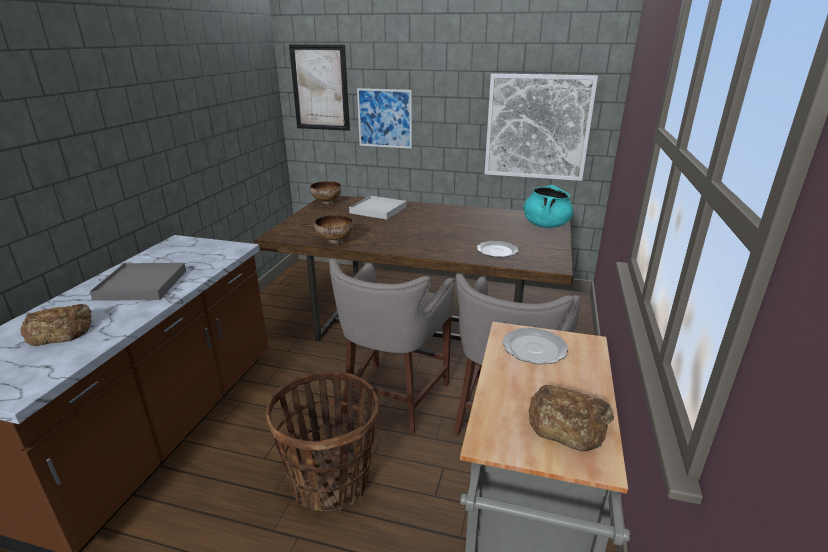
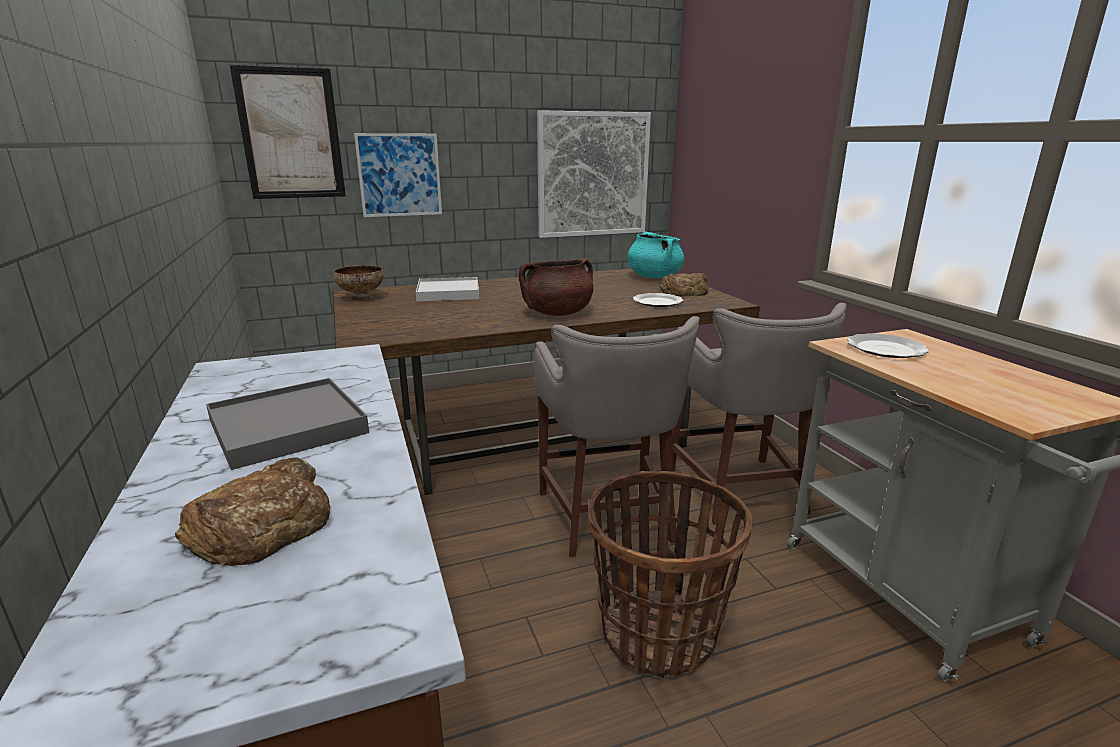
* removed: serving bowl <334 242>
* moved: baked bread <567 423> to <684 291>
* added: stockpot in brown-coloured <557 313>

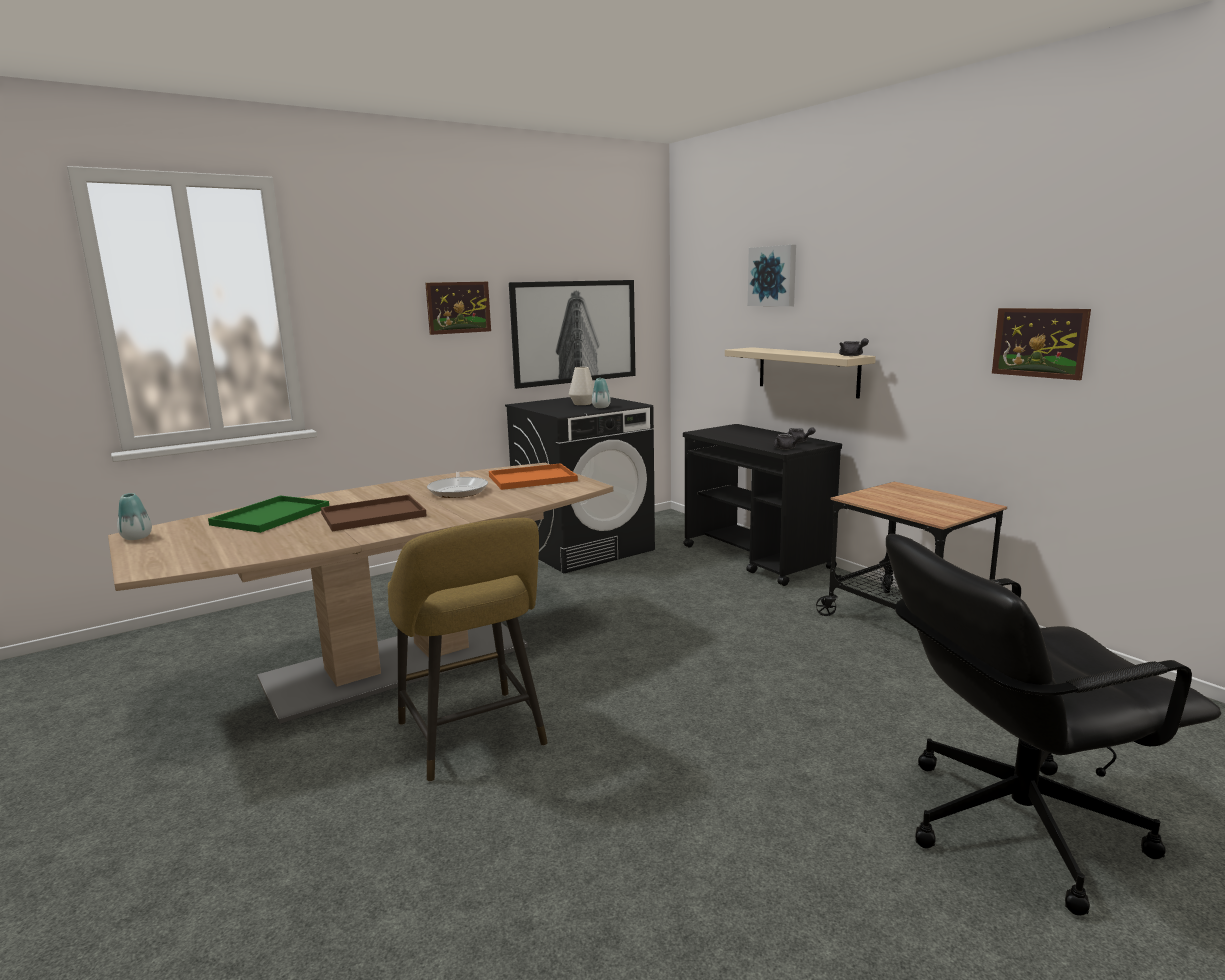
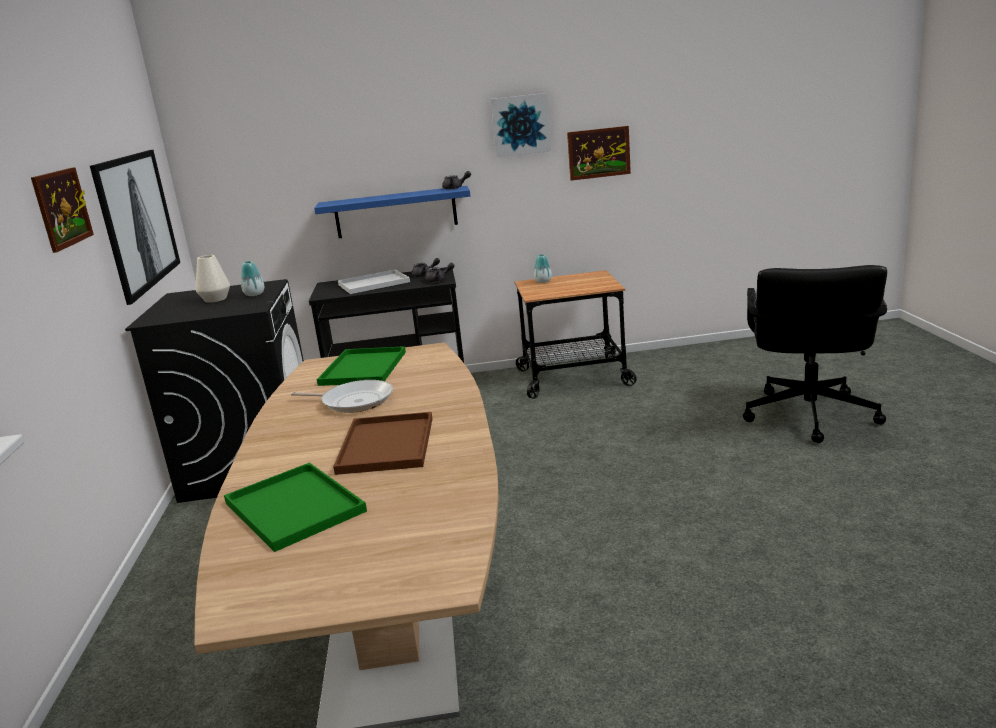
* moved: flower vase <137 537> to <543 281>
* removed: stool in yellow-coloured <474 739>
* recoloured: tray in orange-coloured <534 478> to tray in green-coloured <363 367>
* recoloured: bracket shelf in beige <807 371> to bracket shelf in blue-coloured <395 212>
* moved: wall picture <773 276> to <520 125>
* added: tray in whitish <372 284>

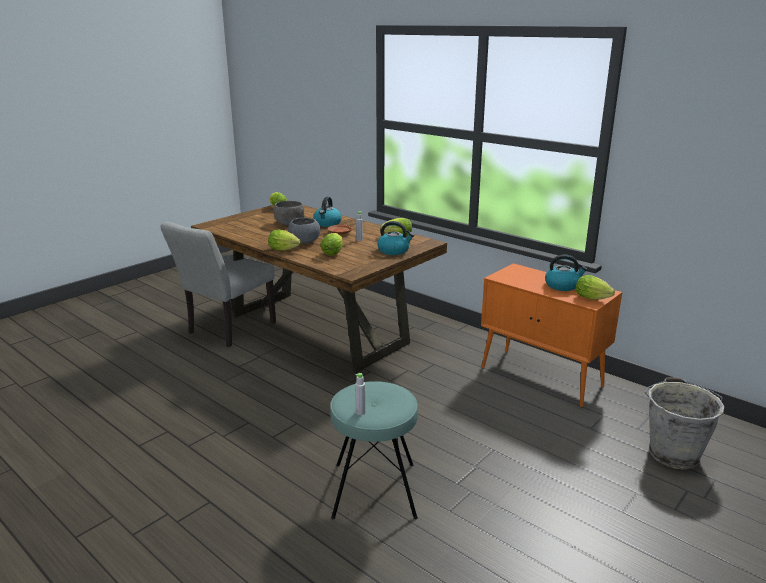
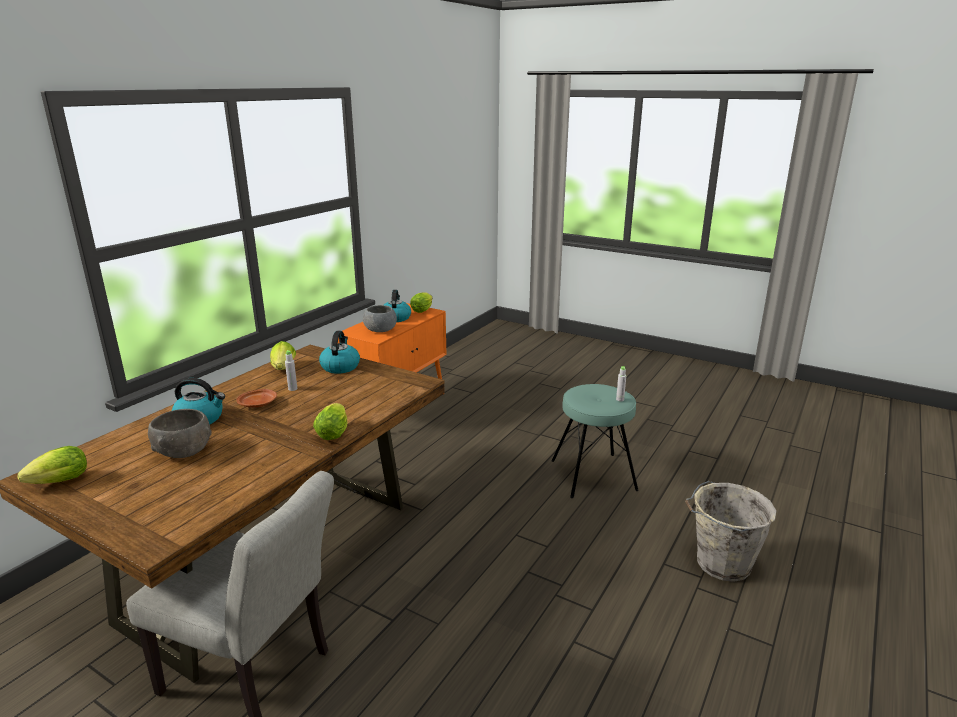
* moved: serving bowl in greyish <304 241> to <380 330>
* removed: head of lettuce <333 252>
* moved: water bucket in greyish <673 453> to <721 563>

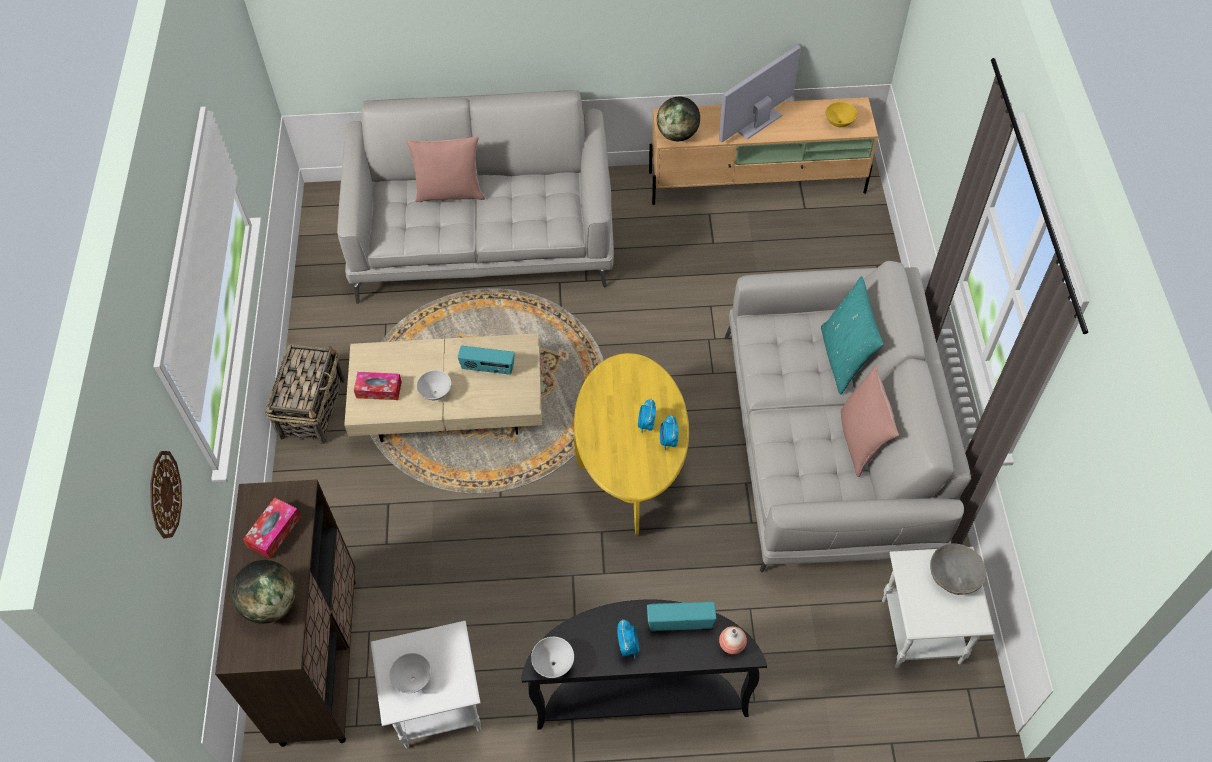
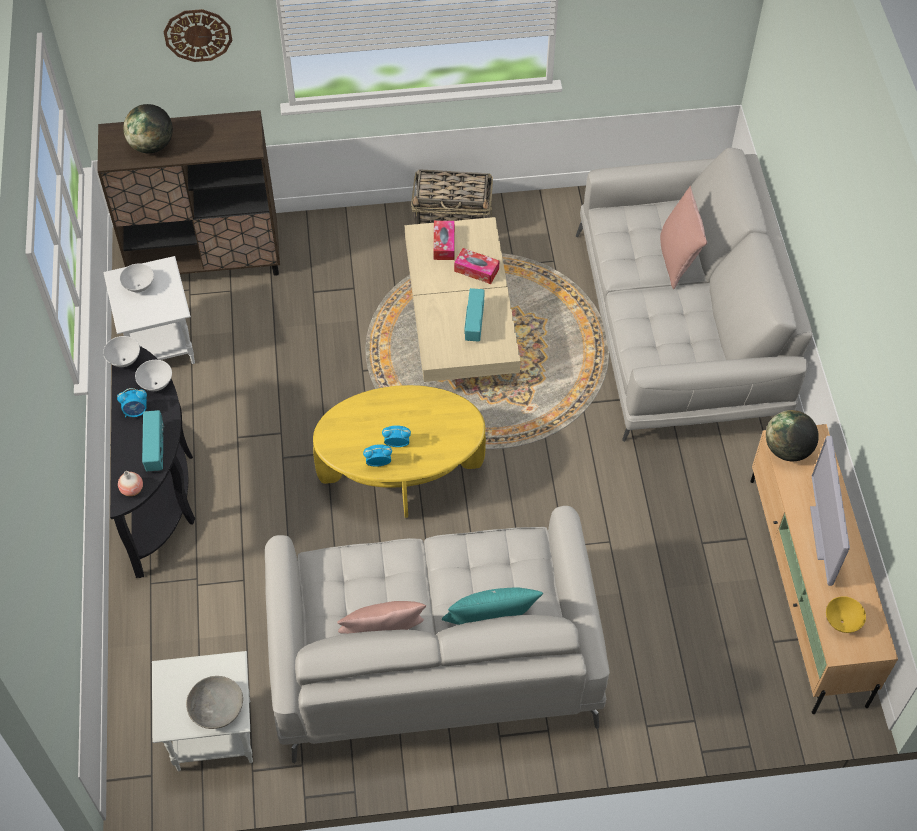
* moved: box of tissues <274 532> to <476 270>
* moved: serving bowl in whitish <436 393> to <156 384>
* turned: television <758 122> = <824 533> 135 degrees counterclockwise

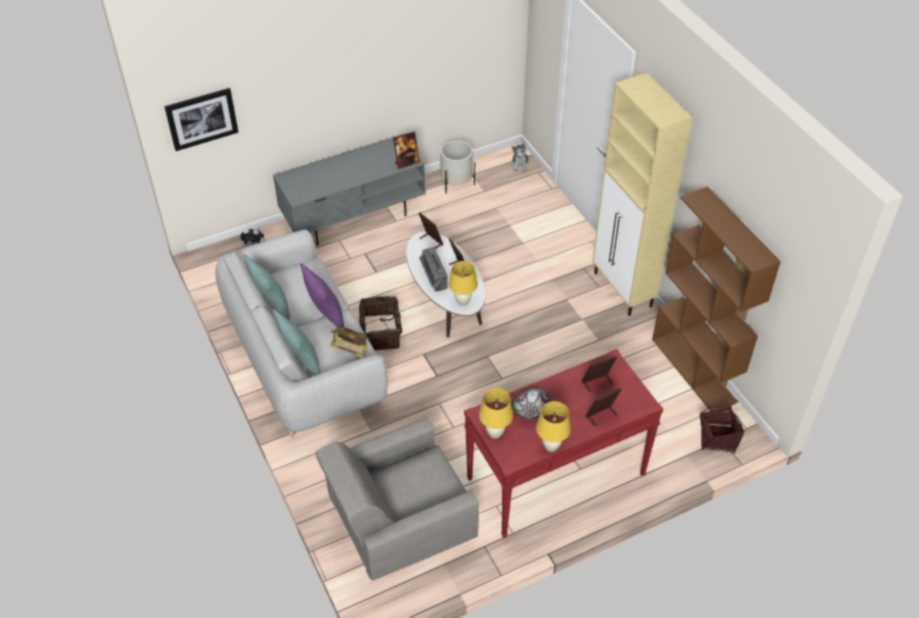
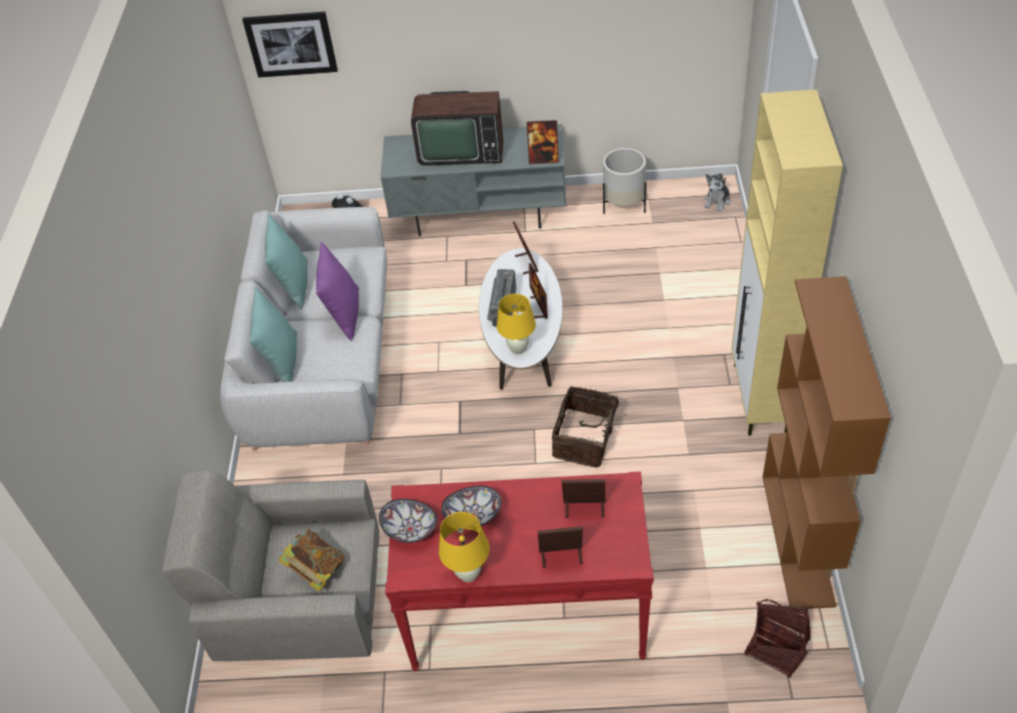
* moved: book <350 350> to <316 570>
* moved: storage basket <381 333> to <585 439>
* replaced: tabletop lamp in yellow-coloured <495 433> to serving bowl <410 530>
* added: television <460 149>

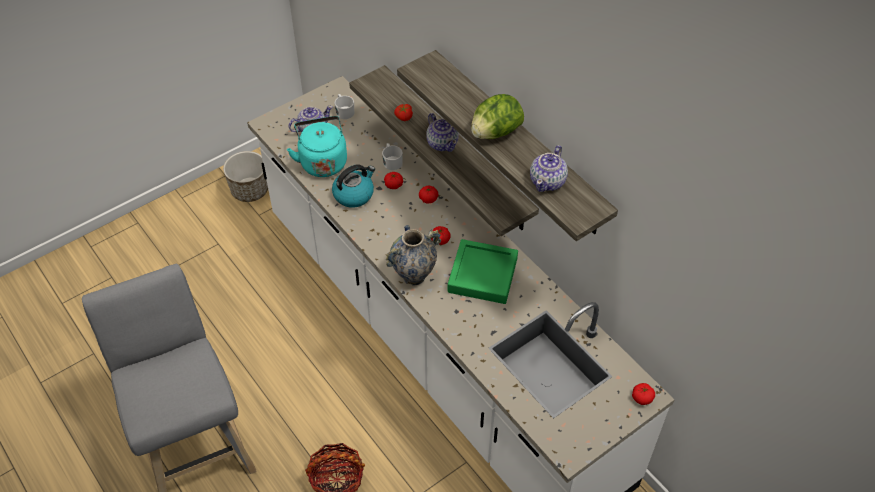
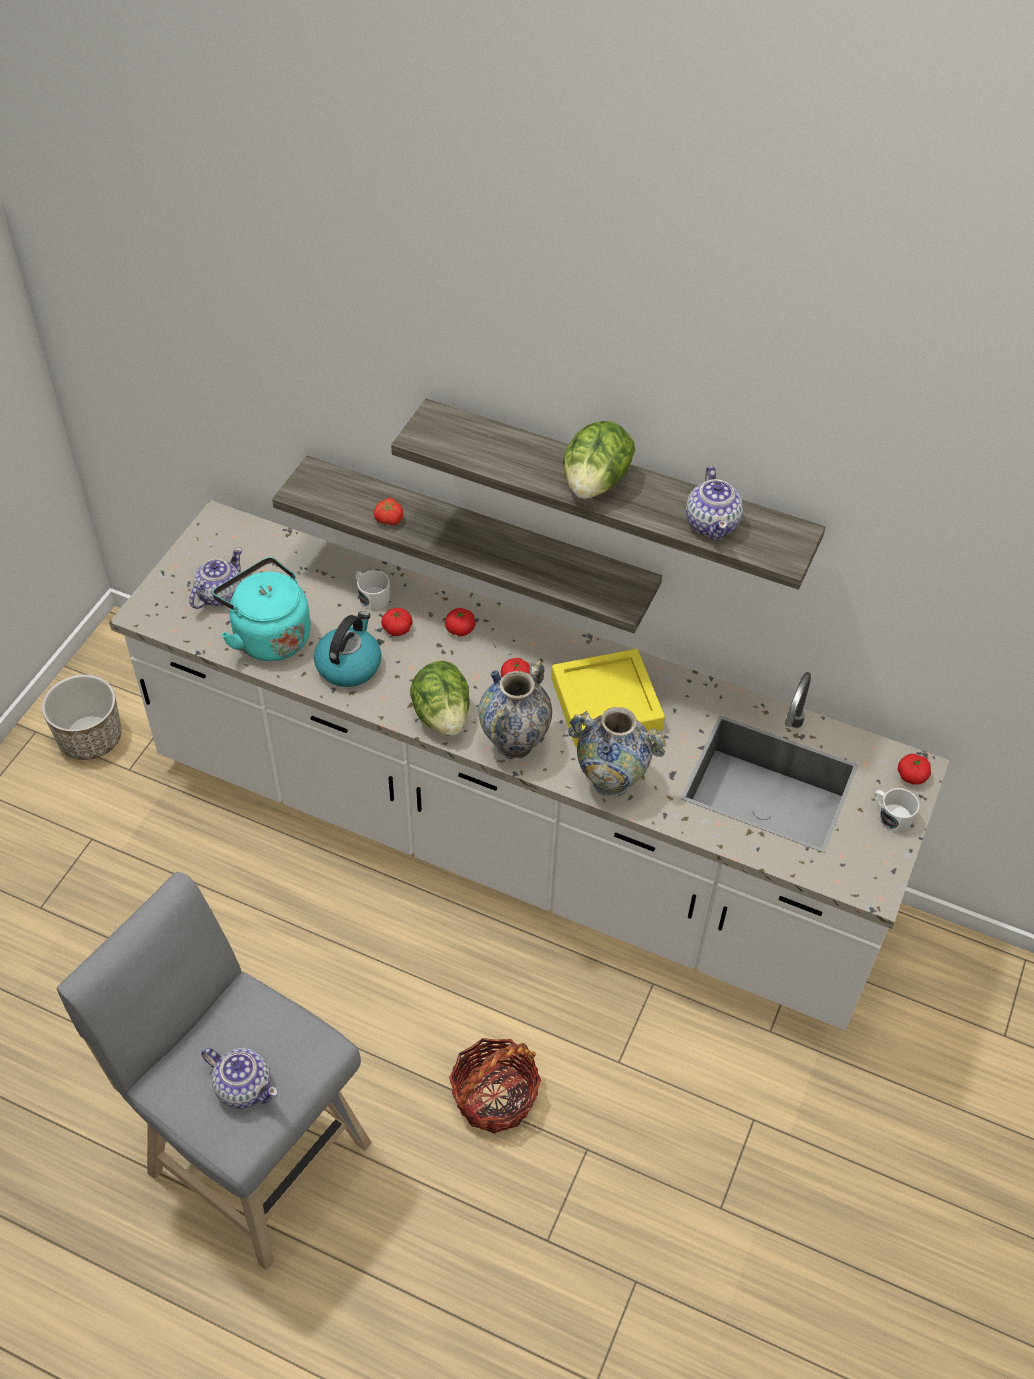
* moved: tea mug in whitish <344 111> to <890 815>
* moved: tea pot <442 143> to <243 1086>
* recoloured: tray in green-coloured <482 275> to tray in yellow-coloured <606 704>
* added: head of lettuce <442 716>
* added: flower vase <611 782>

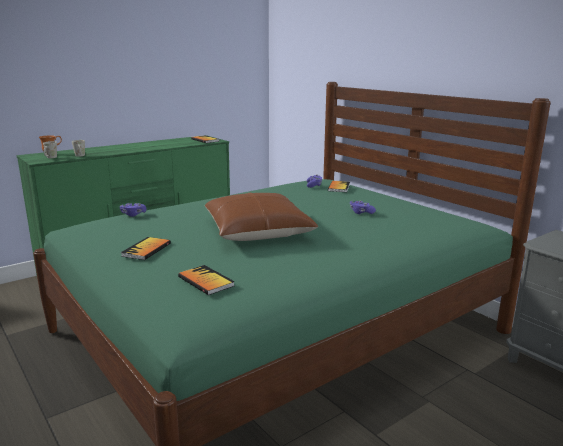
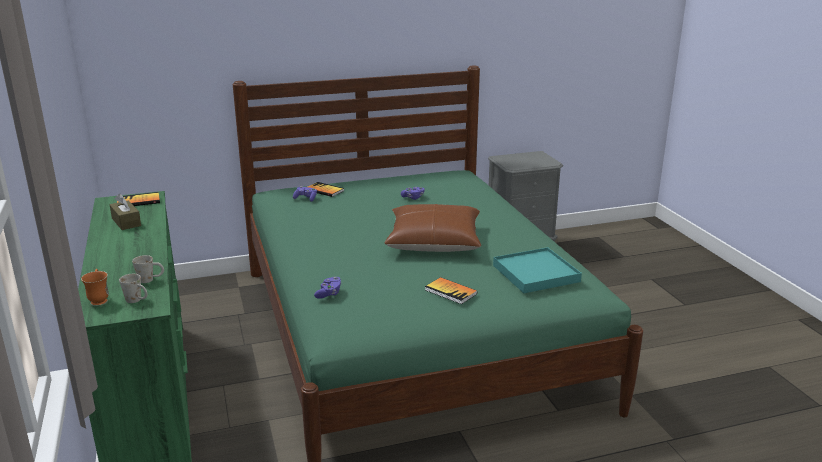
* replaced: book <205 281> to tray in turquoise-coloured <535 273>
* added: box of tissues in brown-coloured <126 222>

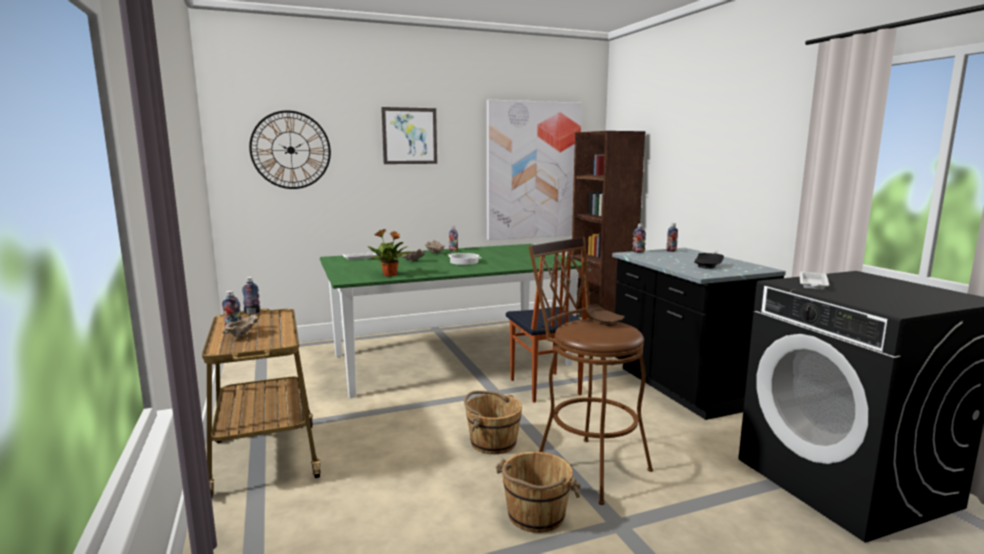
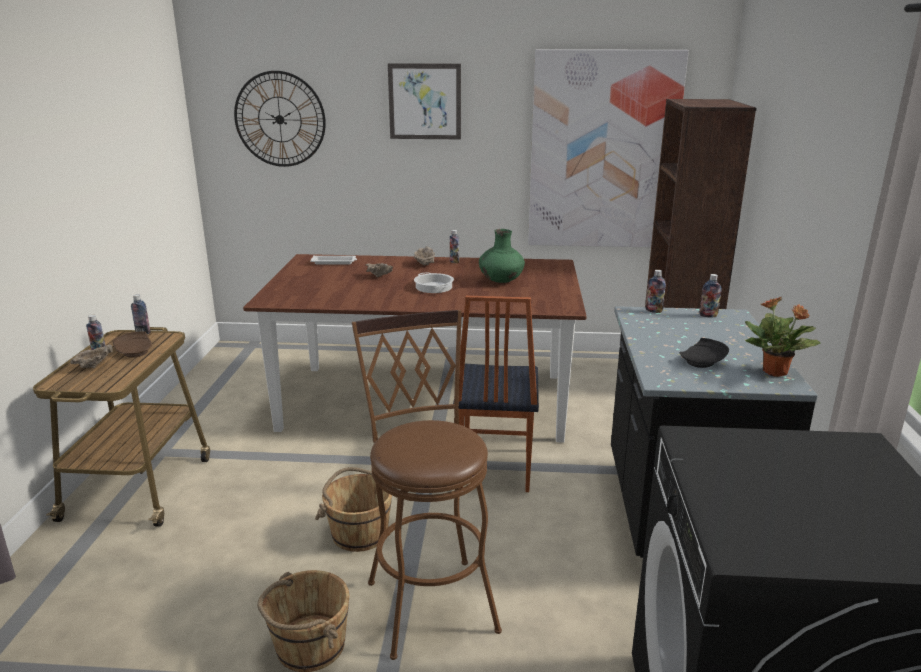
* recoloured: dinner table in green-coloured <451 359> to dinner table in brown-coloured <426 401>
* moved: houseplant <390 275> to <775 372>
* moved: flat dish in brown-coloured <604 322> to <135 352>
* removed: tray in whitish <813 284>
* added: flower vase in green-coloured <500 281>

